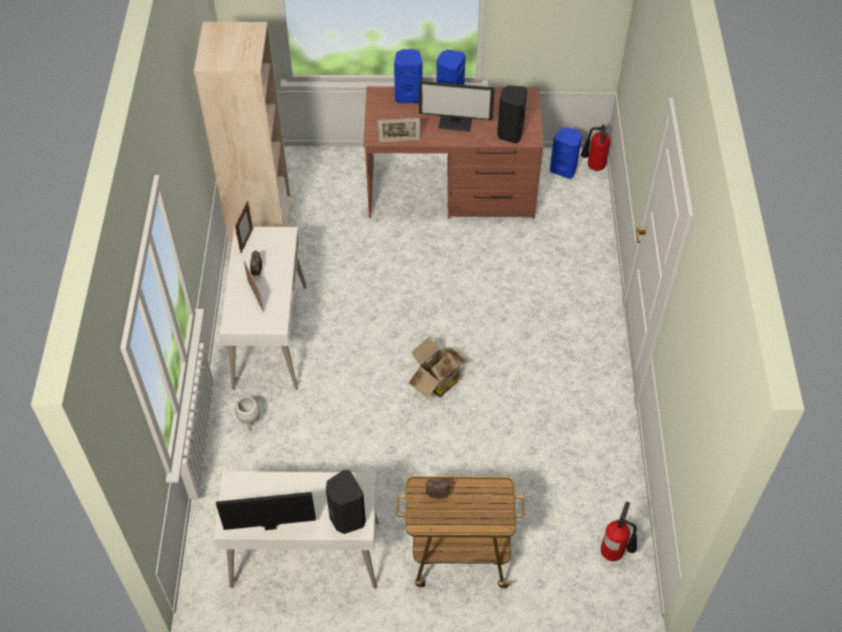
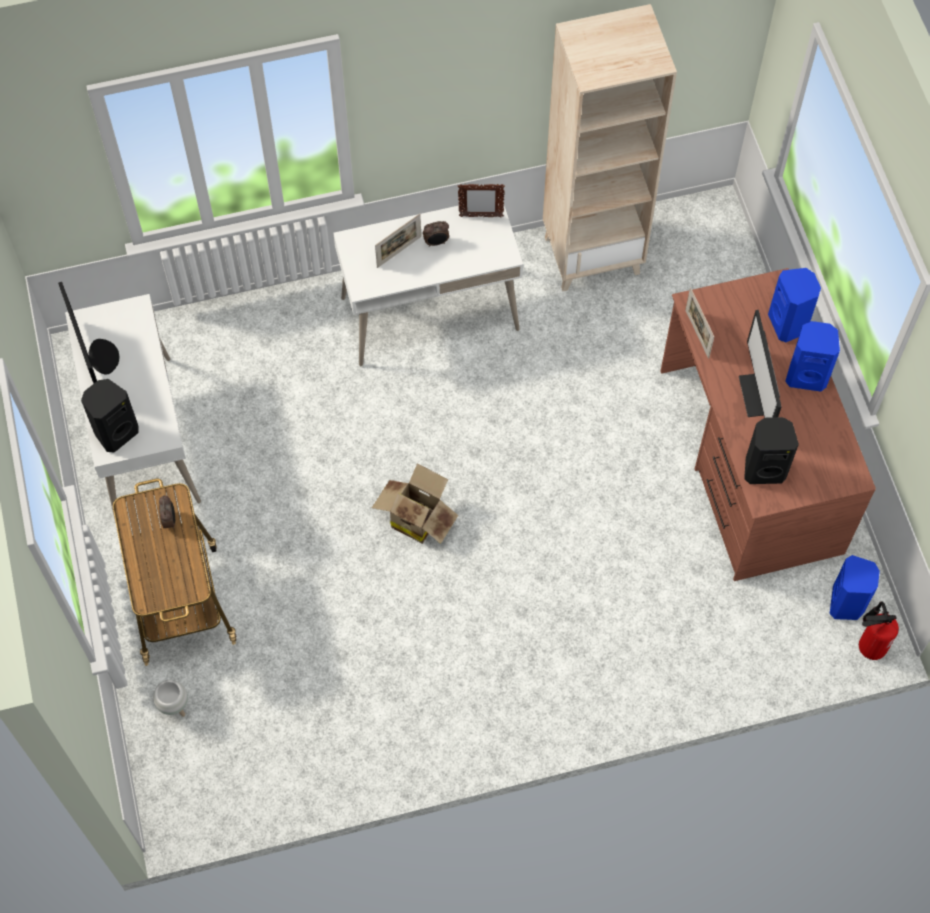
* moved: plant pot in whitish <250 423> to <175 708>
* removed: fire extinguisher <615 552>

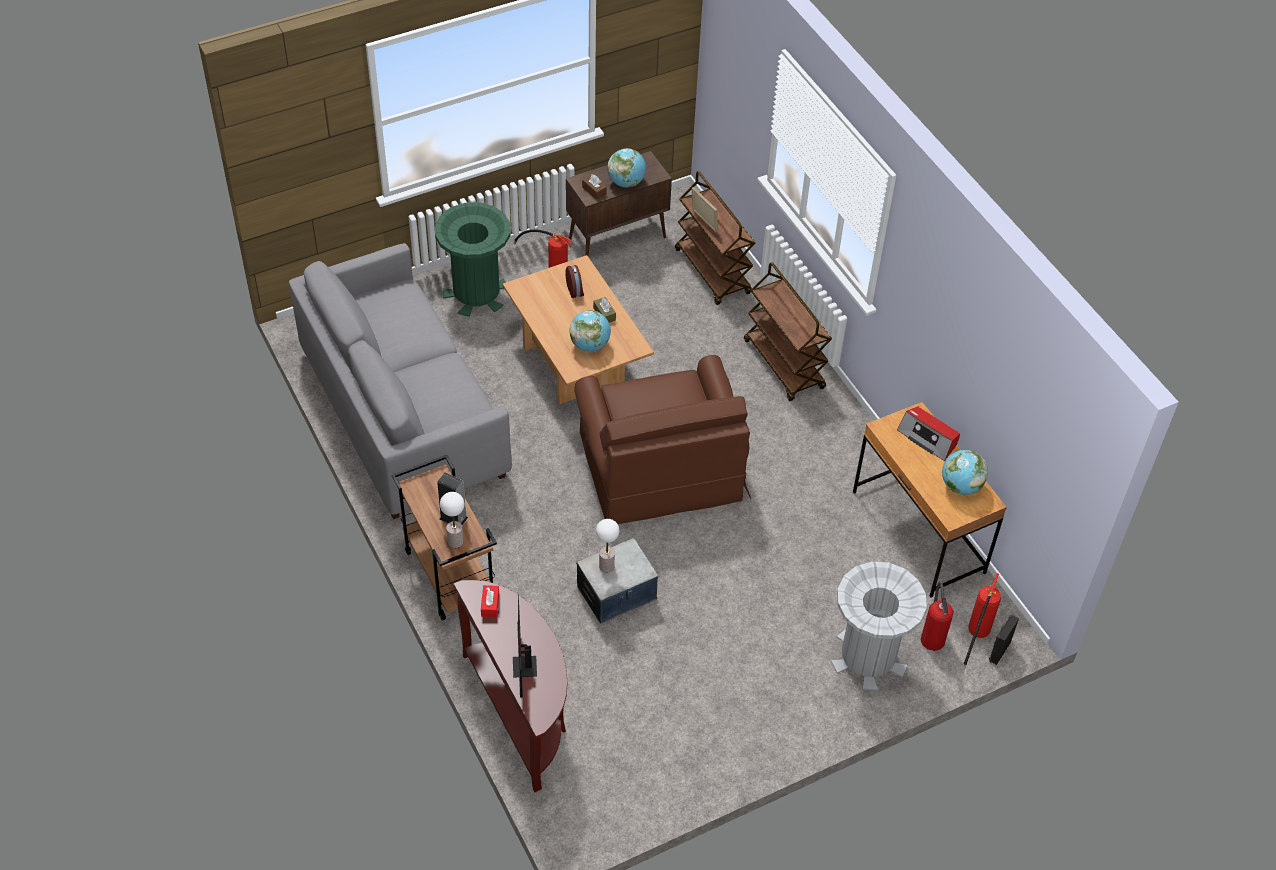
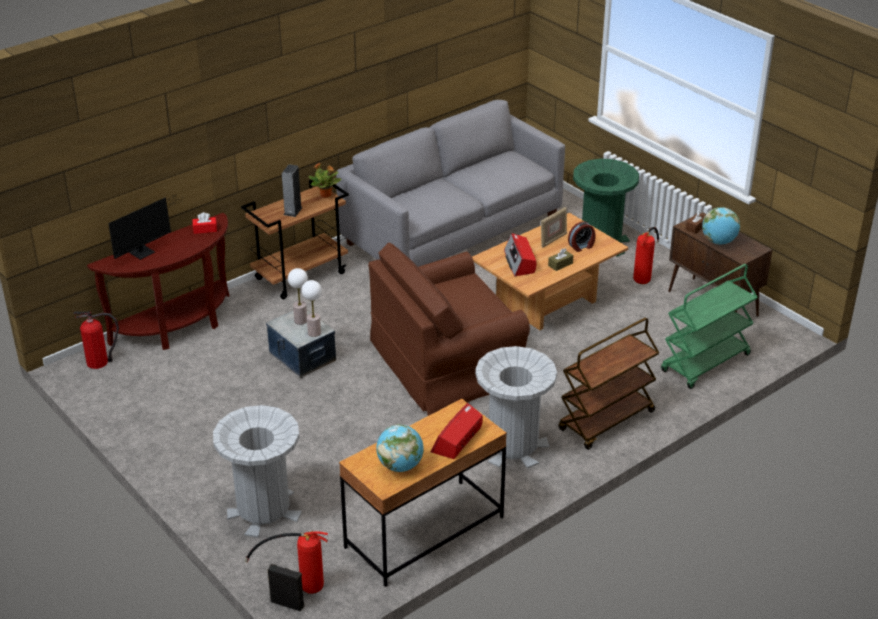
* moved: tabletop lamp <455 541> to <314 333>
* turned: computer display <523 670> = <145 251> 150 degrees clockwise
* replaced: world globe <590 345> to radio receiver <520 262>
* recoloured: trolley in brown-coloured <713 272> to trolley in green-coloured <705 364>
* moved: standing frame <704 221> to <553 240>
* moved: fire extinguisher <932 638> to <99 362>
* added: houseplant <326 195>
* added: trash can in greyish <513 446>

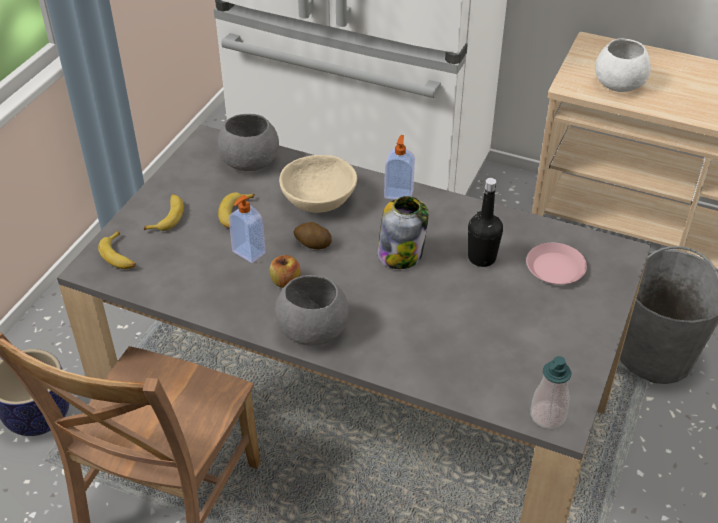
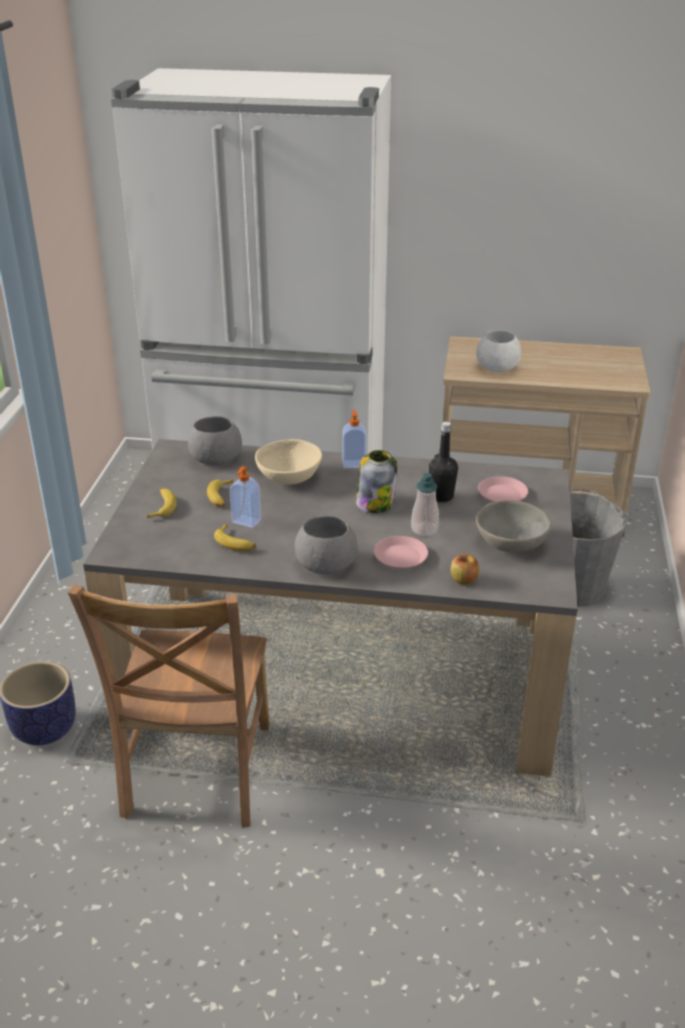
* moved: banana <120 256> to <235 543>
* moved: whole apple <285 282> to <463 580>
* removed: whole potato <312 244>
* moved: soap dispenser <547 416> to <424 529>
* added: flat dish in pink-coloured <400 557>
* added: serving bowl in greyish <511 544>

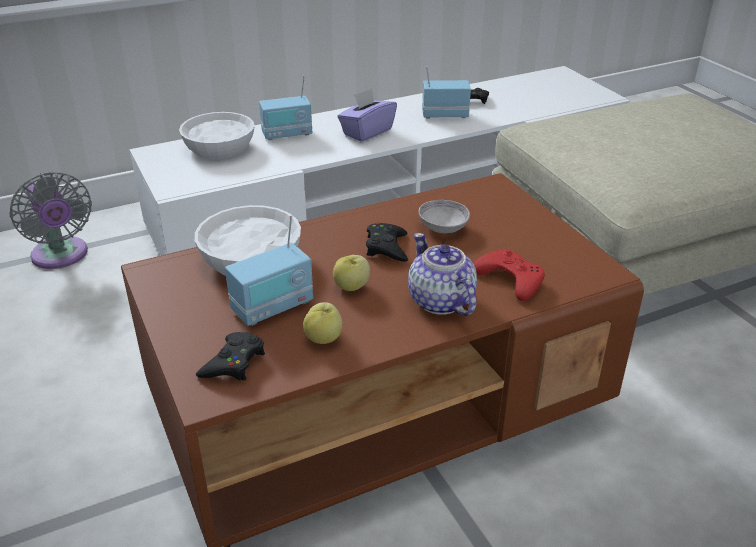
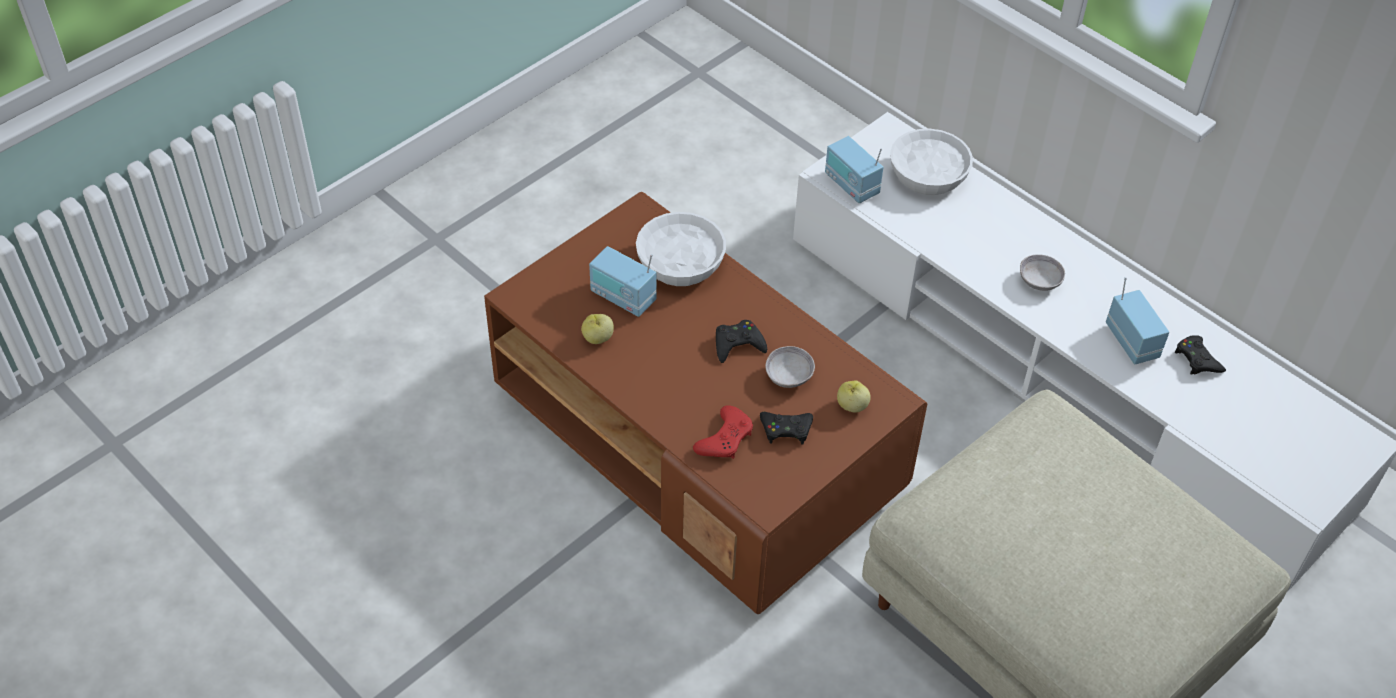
* removed: fan in greyish <61 256>
* moved: game controller in blackish <233 362> to <786 429>
* moved: radio receiver <287 134> to <851 185>
* moved: whole apple <351 287> to <851 406>
* replaced: box of tissues in purple-coloured <367 132> to serving bowl in greyish <1039 281>
* removed: tea pot <440 301>

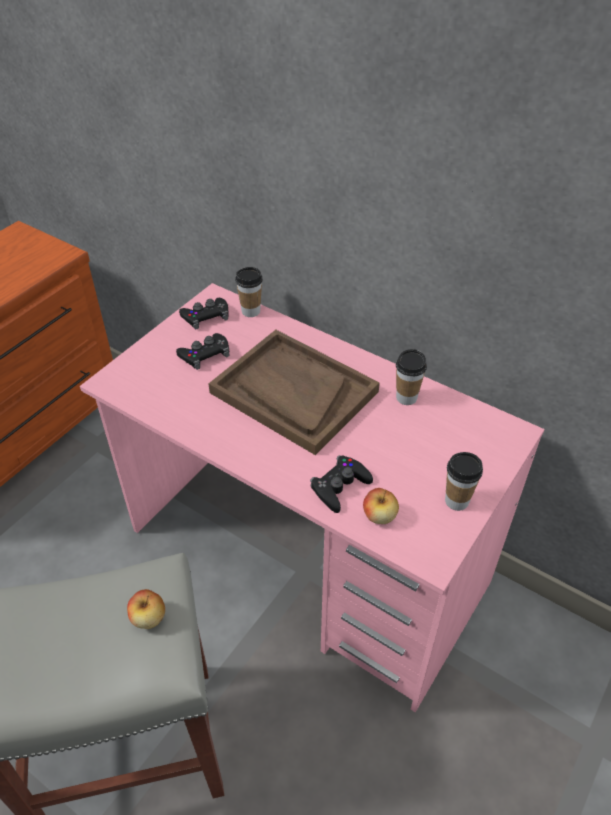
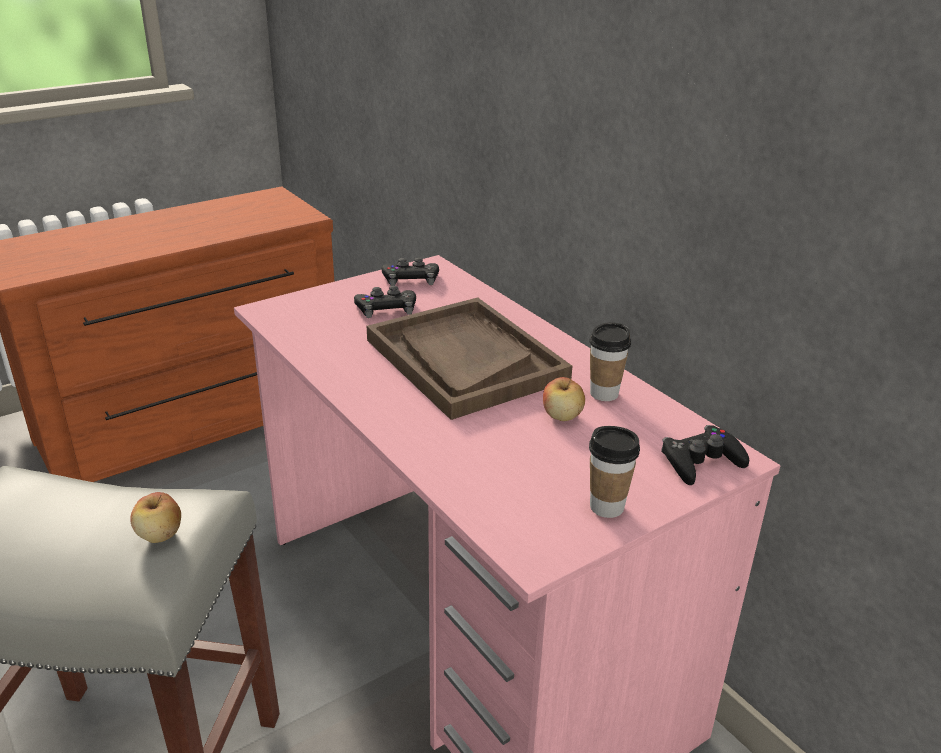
* removed: drinking cup <251 311>
* moved: game controller in blackish <340 487> to <701 462>
* moved: whole apple <379 516> to <562 416>

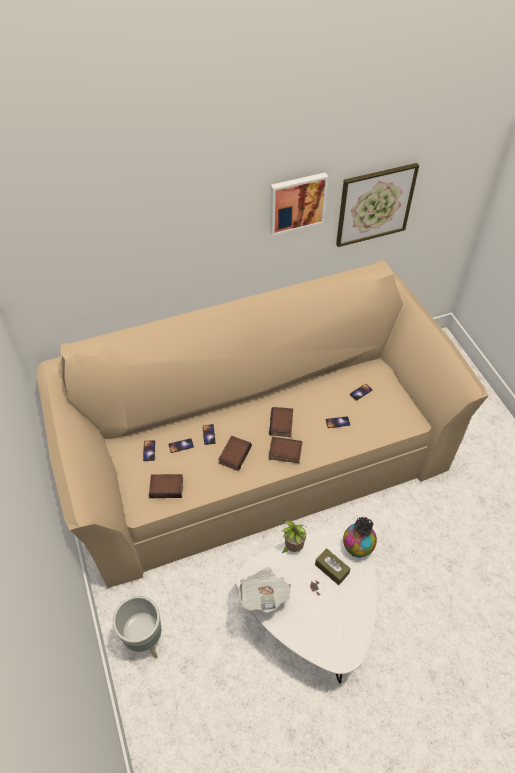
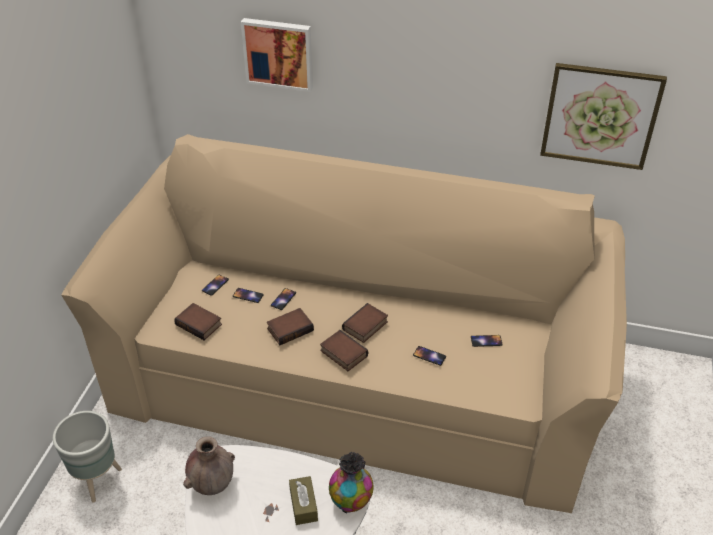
* replaced: daily paper <264 594> to flower vase in brown-coloured <212 485>
* moved: wall picture <296 202> to <278 53>
* removed: houseplant <292 547>

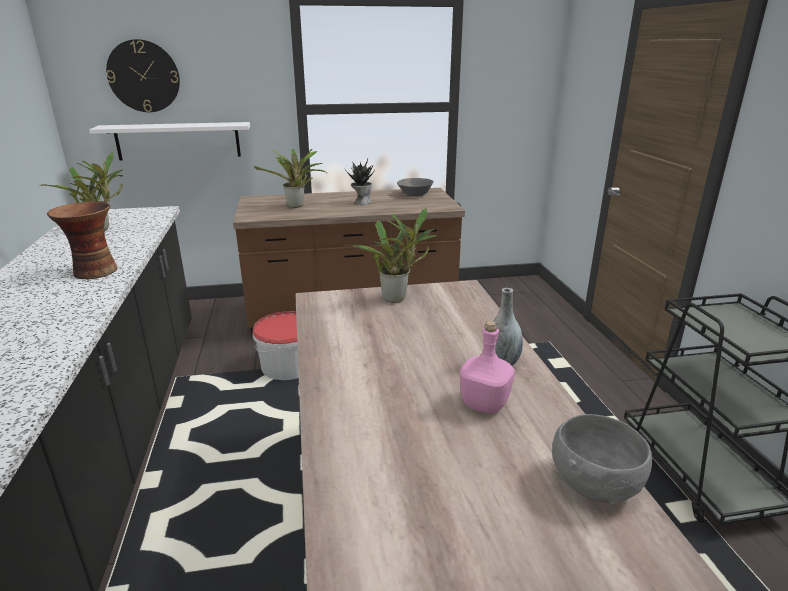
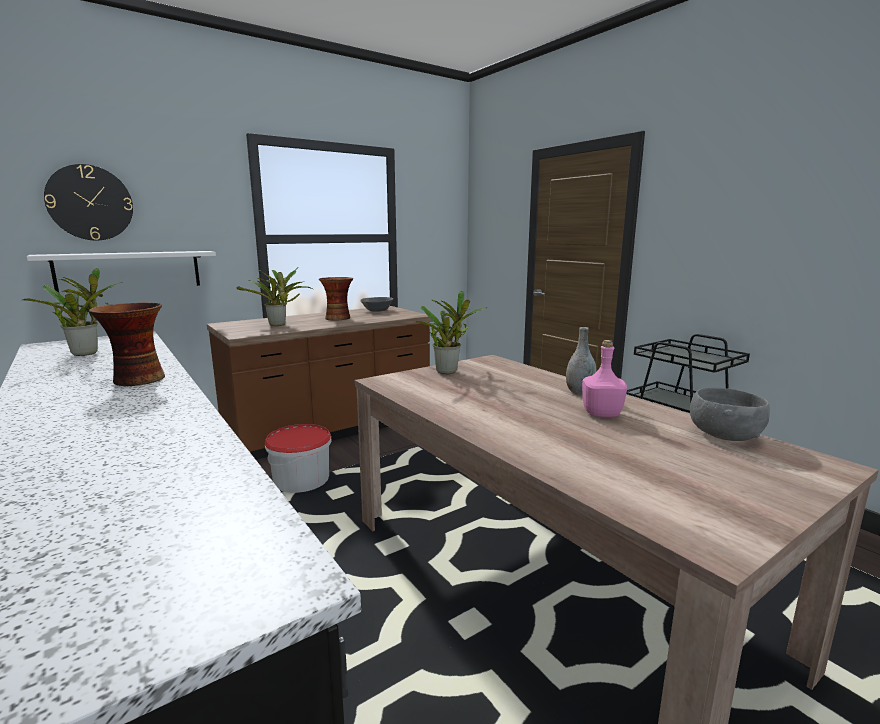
* replaced: houseplant <361 203> to flower vase <338 318>

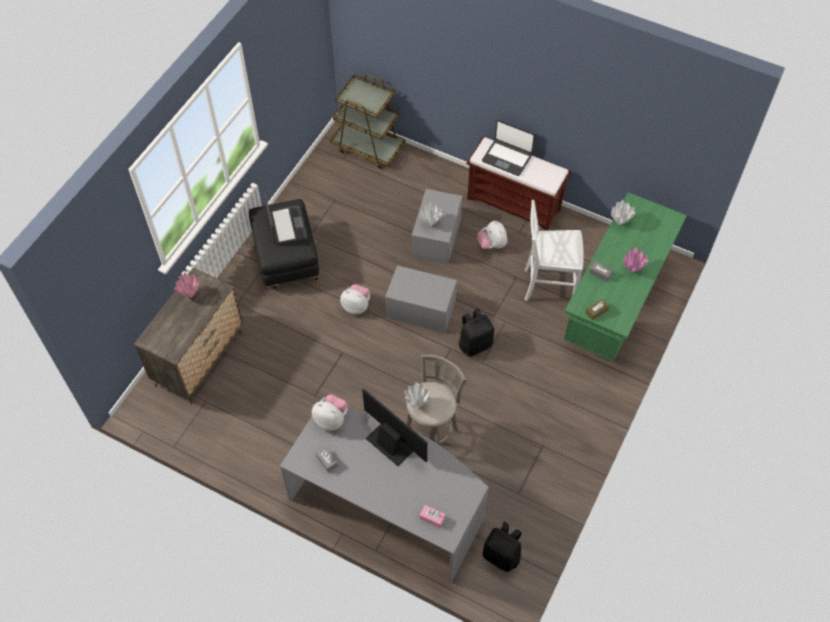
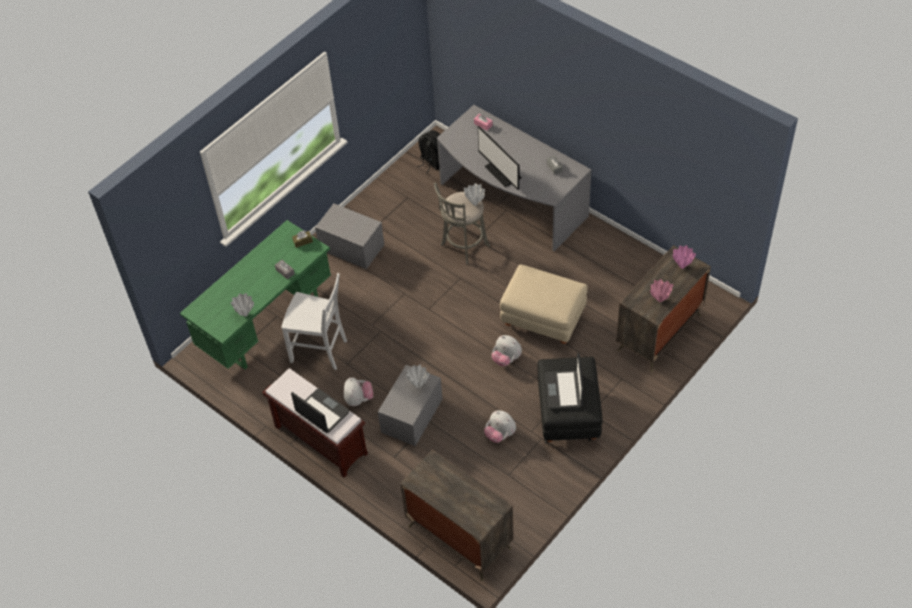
* moved: plush toy <331 419> to <500 434>
* replaced: trolley in brown-coloured <368 147> to drawer chest <459 536>
* moved: storage container in greyish <421 309> to <351 247>
* removed: backpack in blackish <475 344>
* moved: flower vase in pink-coloured <632 270> to <682 266>
* added: ottoman in beige <542 321>

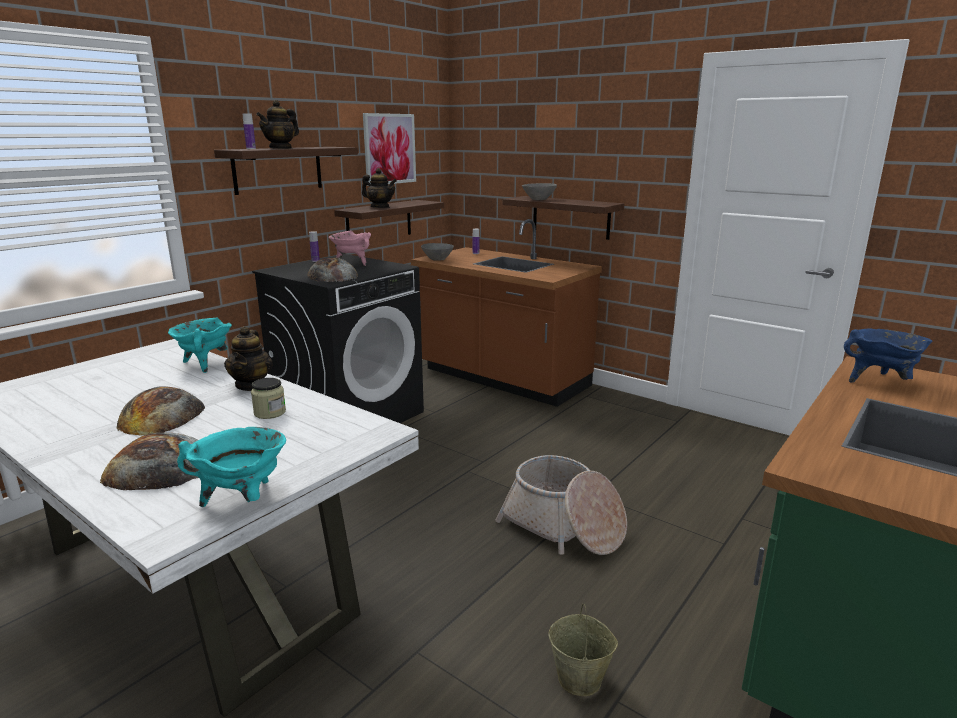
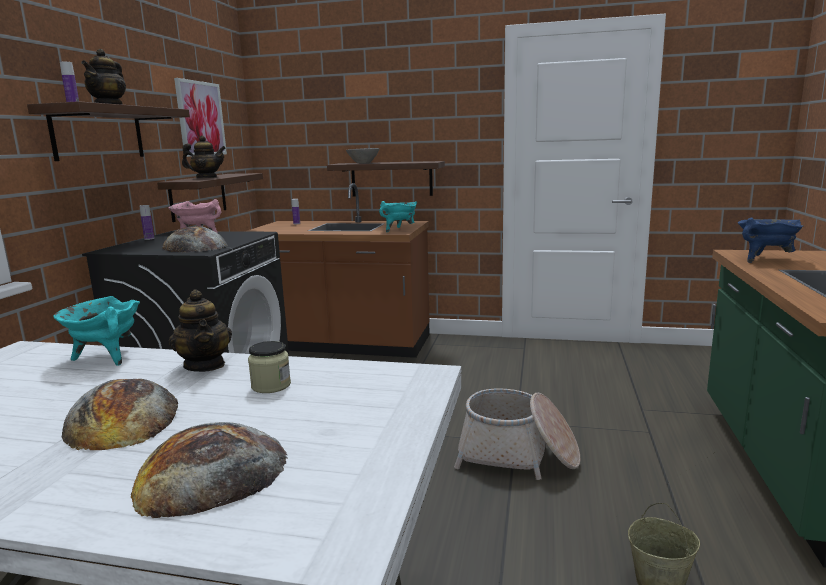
* moved: stockpot in turquoise-coloured <243 500> to <399 230>
* removed: serving bowl in greyish <437 259>

